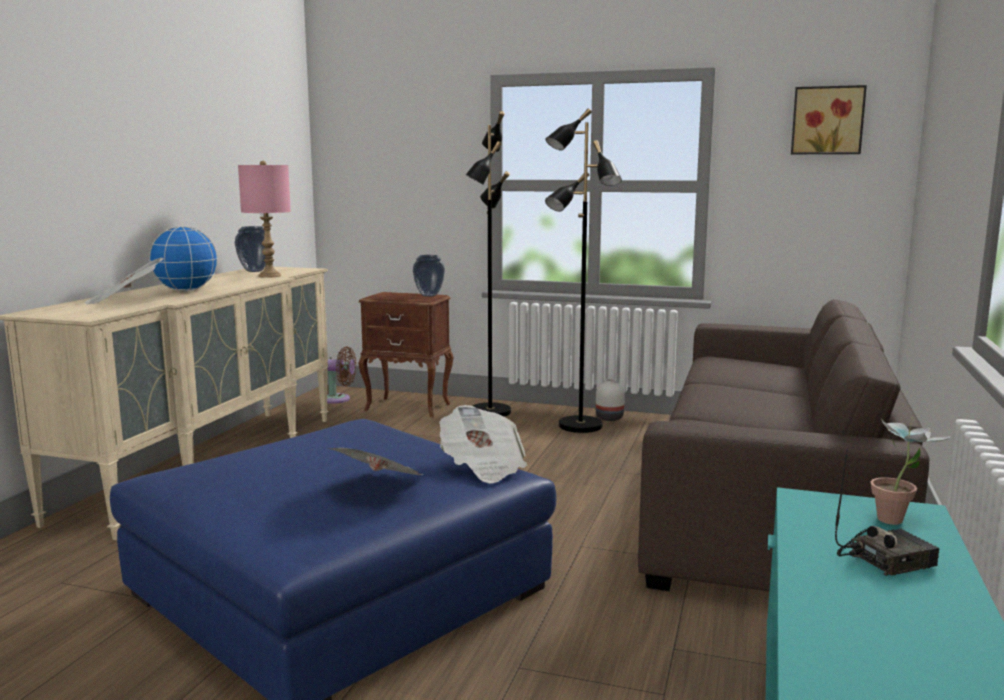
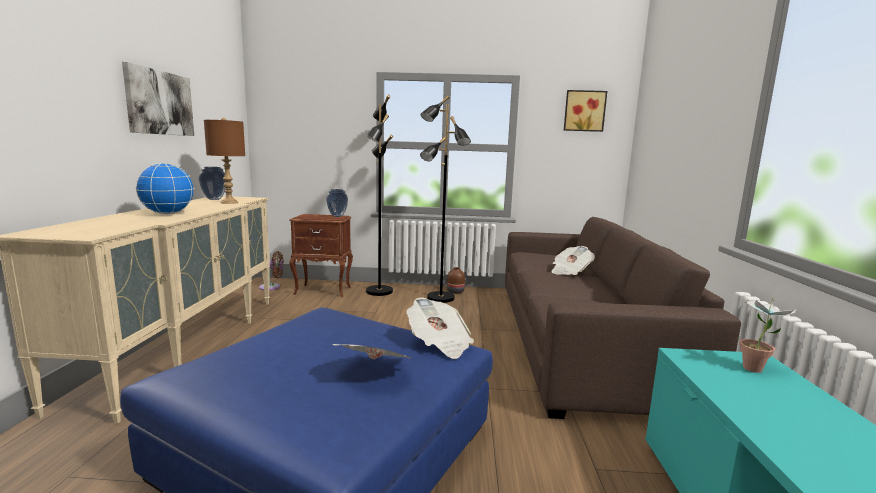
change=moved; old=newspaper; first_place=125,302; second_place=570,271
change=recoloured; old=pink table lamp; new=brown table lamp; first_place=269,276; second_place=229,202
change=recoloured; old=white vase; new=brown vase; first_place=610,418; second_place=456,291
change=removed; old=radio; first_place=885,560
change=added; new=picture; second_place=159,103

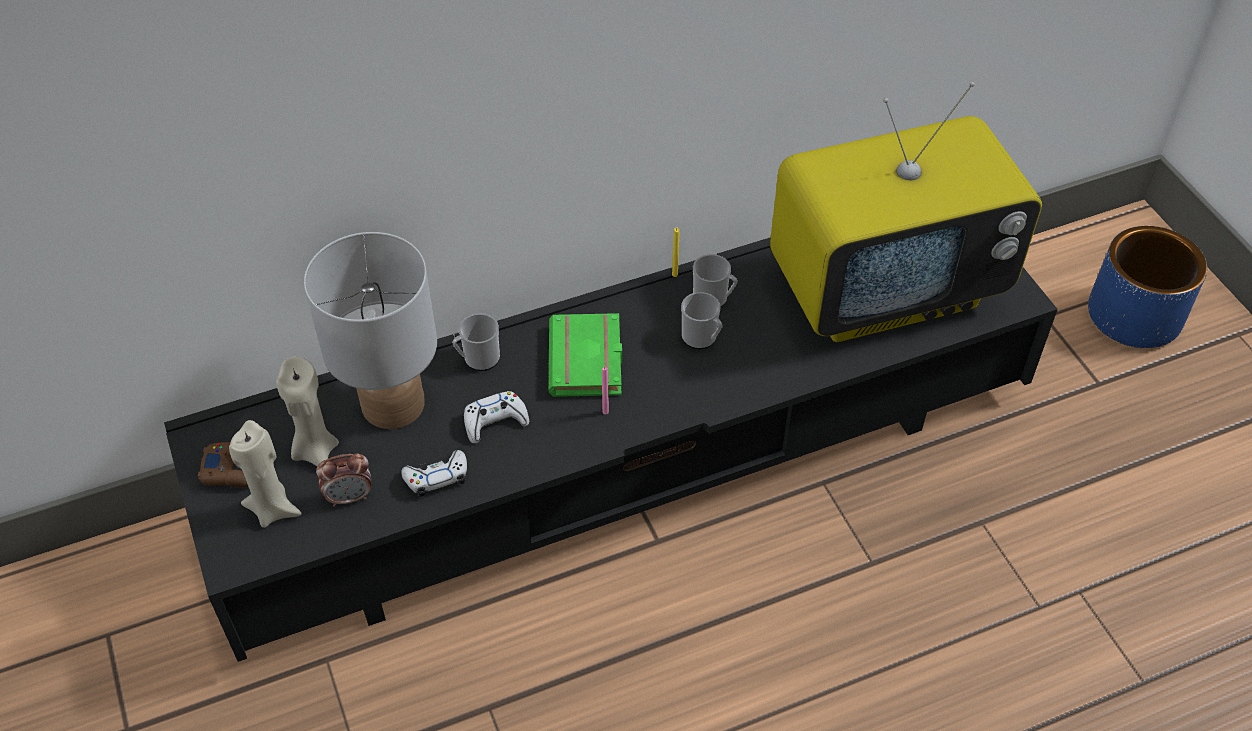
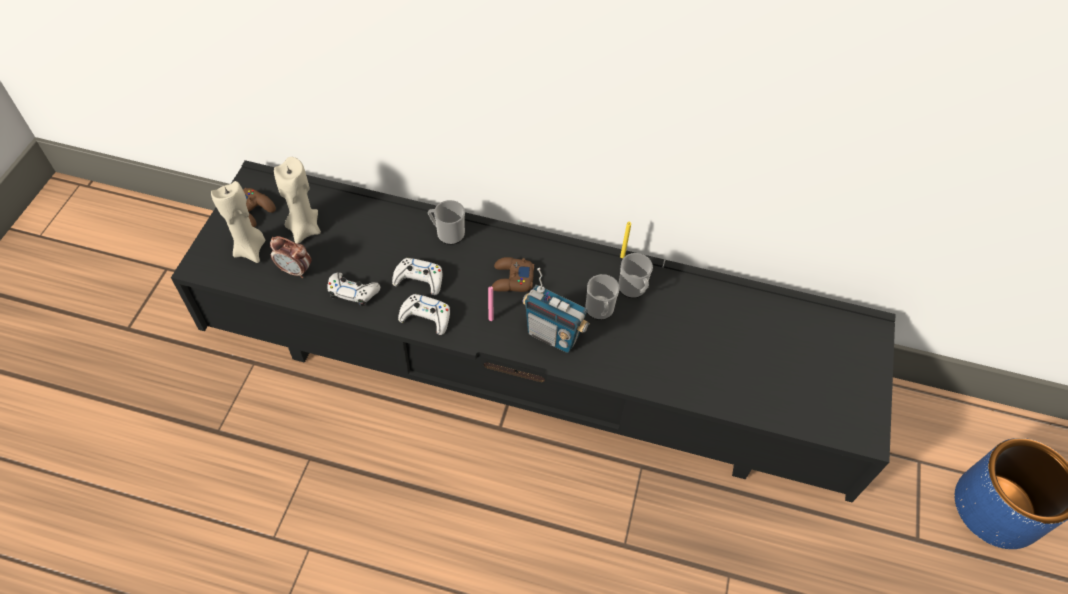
change=removed; old=grey table lamp; first_place=392,405
change=replaced; old=green book; new=brown game controller; first_place=589,362; second_place=512,279
change=removed; old=television; first_place=886,289
change=added; new=white game controller; second_place=426,317
change=added; new=radio; second_place=553,335

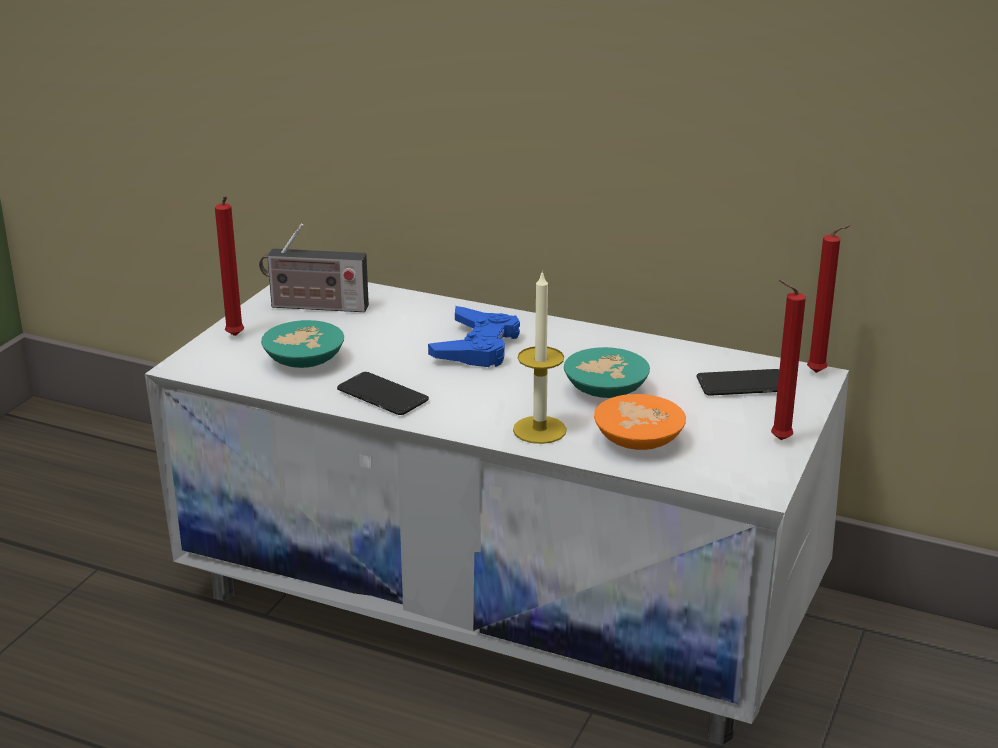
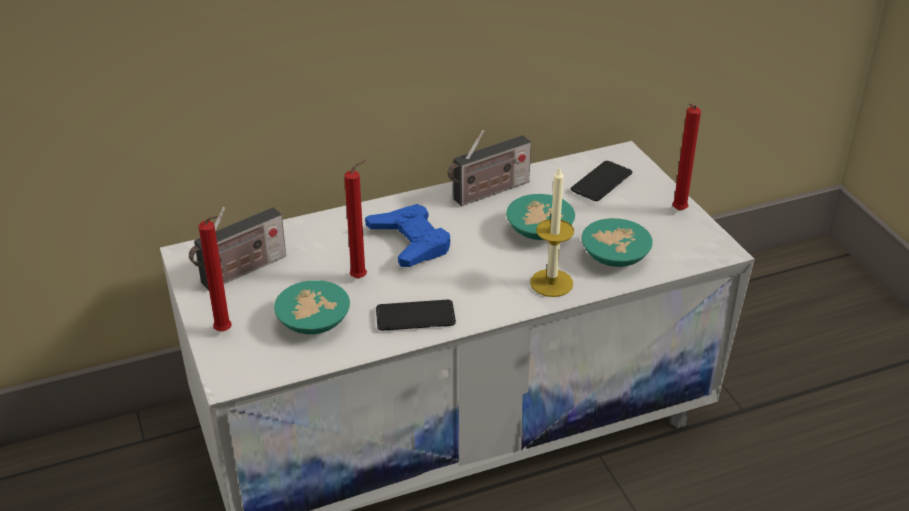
change=recoloured; old=orange bowl; new=turquoise bowl; first_place=636,439; second_place=612,256
change=moved; old=red candle; first_place=819,373; second_place=361,278
change=added; new=radio; second_place=488,192

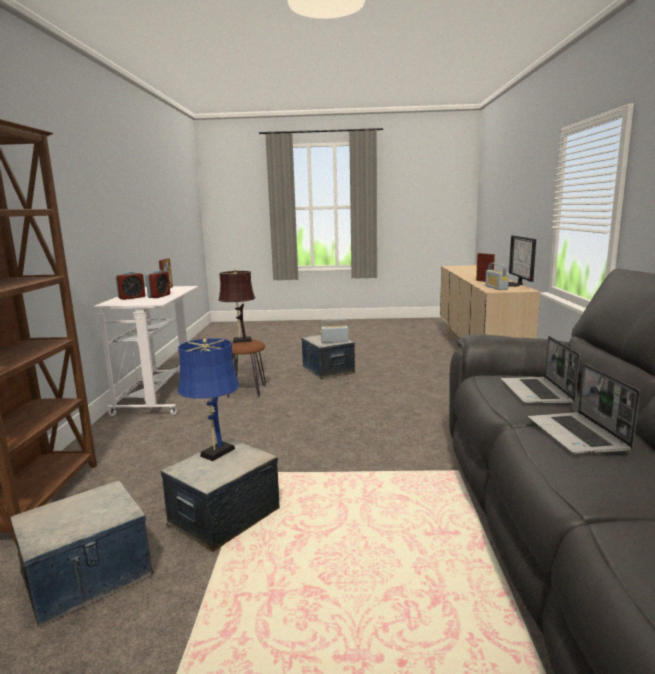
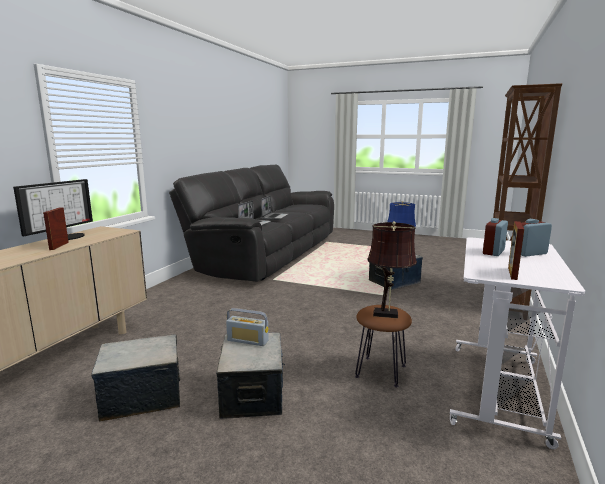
change=moved; old=storage box; first_place=88,577; second_place=142,396
change=removed; old=radio; first_place=496,287

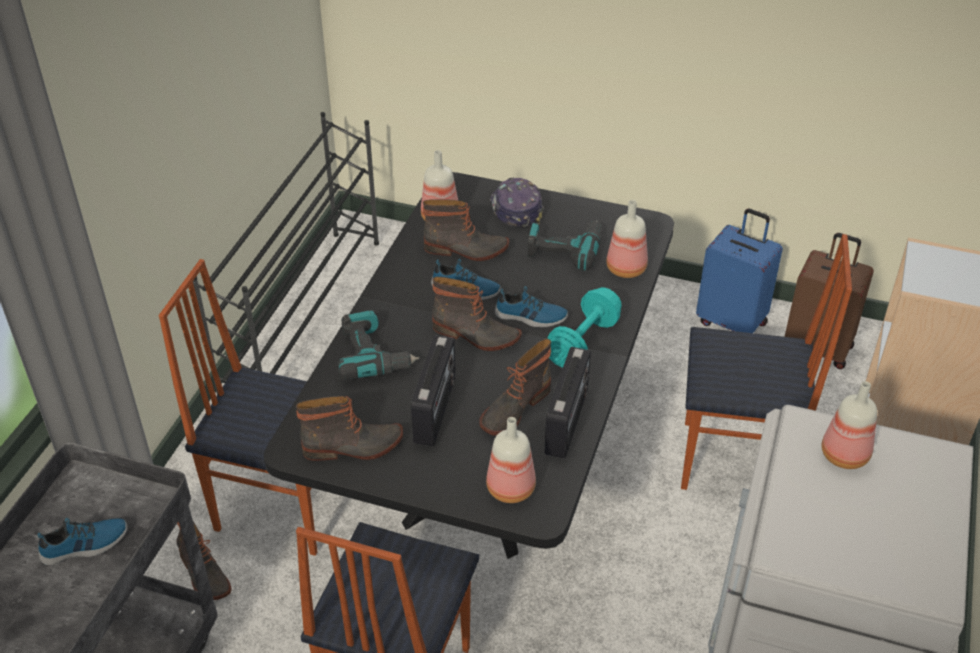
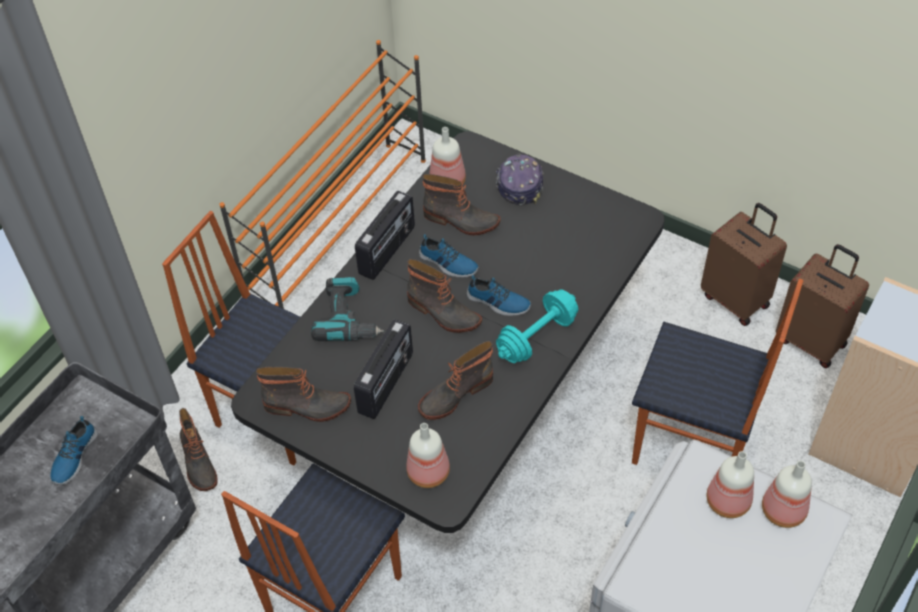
change=turned; old=shoe; first_place=85,545; second_place=73,456; degrees=120
change=recoloured; old=black shoe rack; new=orange shoe rack; first_place=305,317; second_place=340,229
change=removed; old=power drill; first_place=565,249
change=moved; old=radio; first_place=567,422; second_place=388,251
change=moved; old=bottle; first_place=625,268; second_place=783,509
change=recoloured; old=blue suitcase; new=brown suitcase; first_place=732,322; second_place=736,299

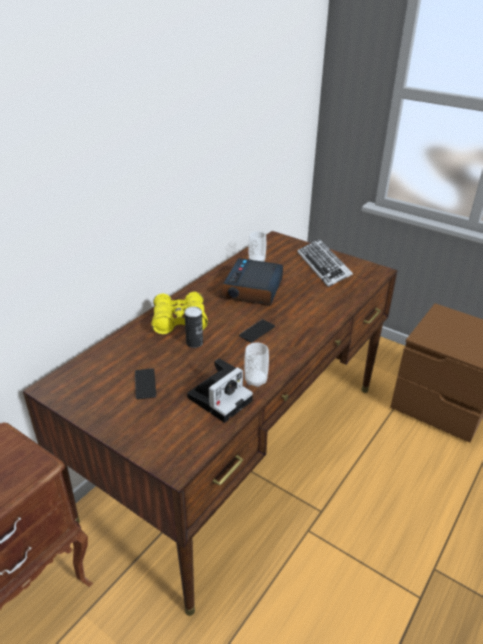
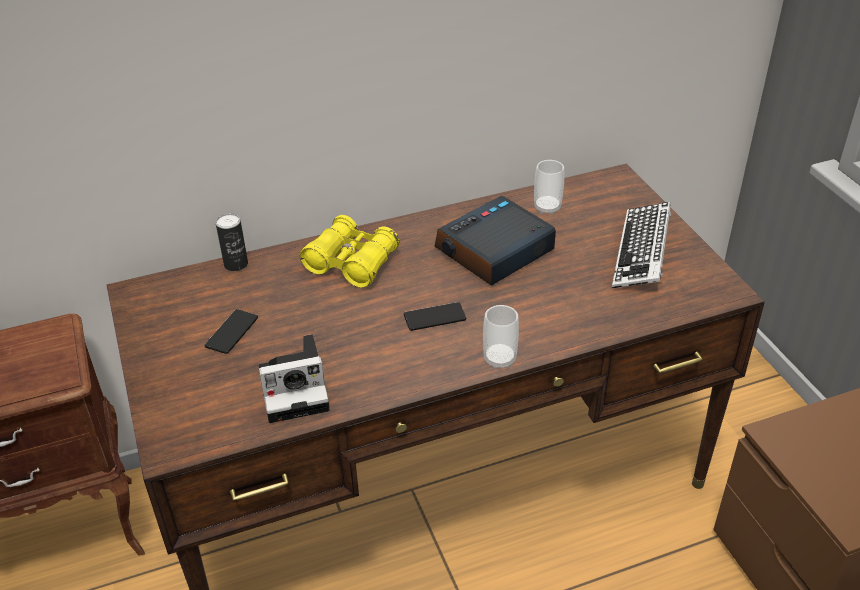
change=moved; old=can; first_place=194,343; second_place=236,264
change=moved; old=cup; first_place=255,380; second_place=499,359

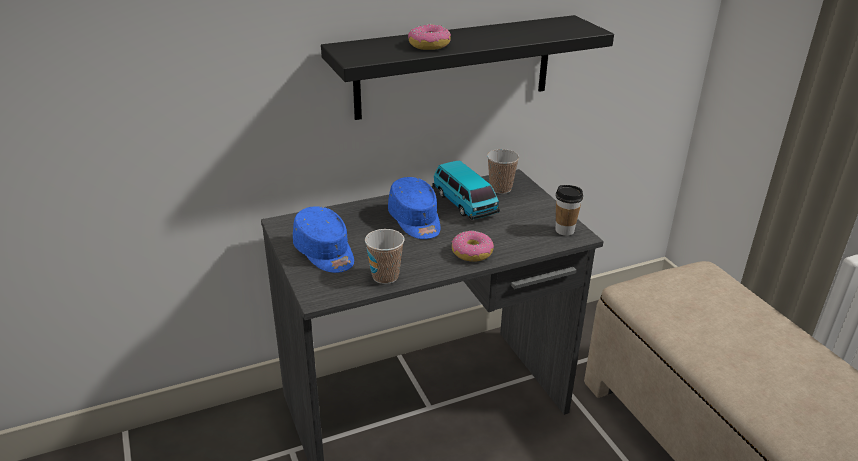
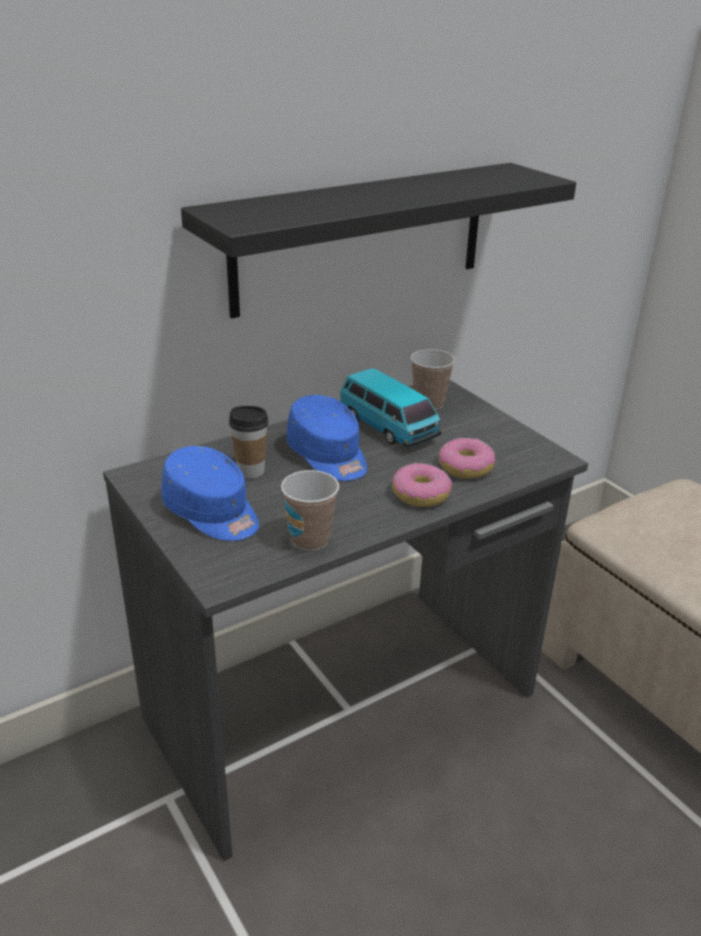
change=moved; old=donut; first_place=429,45; second_place=465,467
change=moved; old=cup; first_place=564,230; second_place=251,471

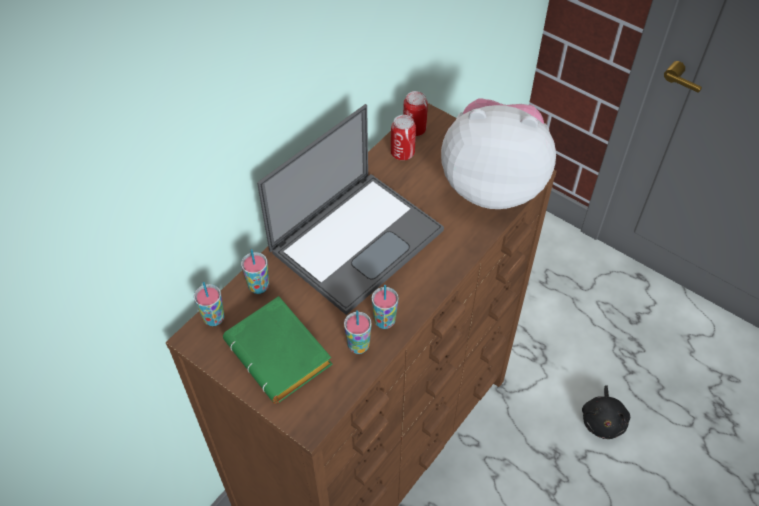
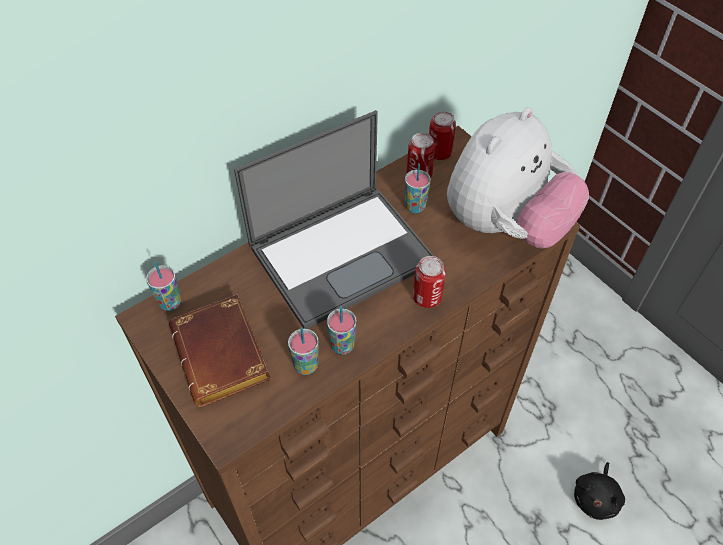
change=recoloured; old=green book; new=brown book; first_place=282,355; second_place=225,356
change=moved; old=cup; first_place=259,286; second_place=415,207
change=turned; old=plush toy; first_place=493,184; second_place=505,225; degrees=105
change=added; new=can; second_place=427,297

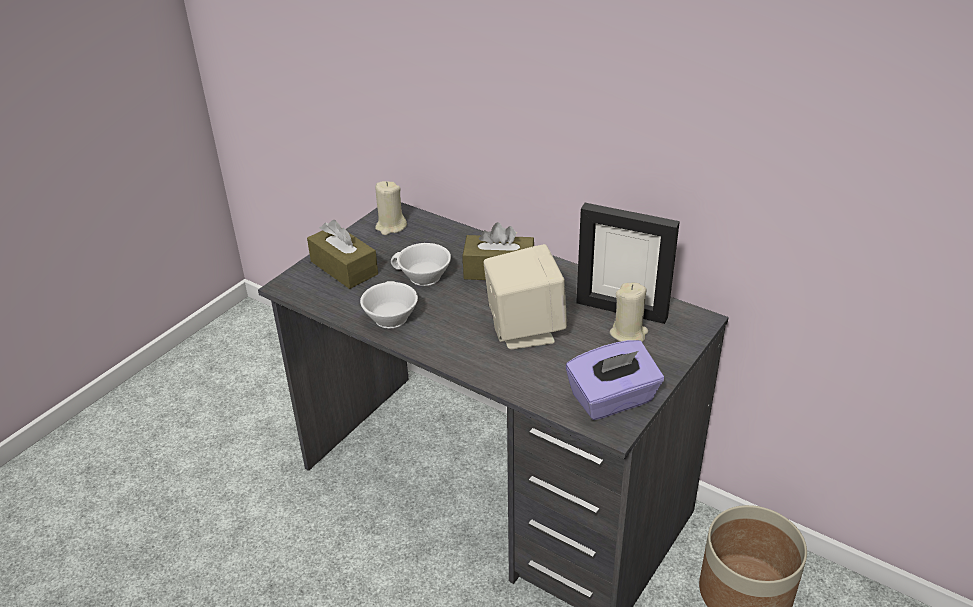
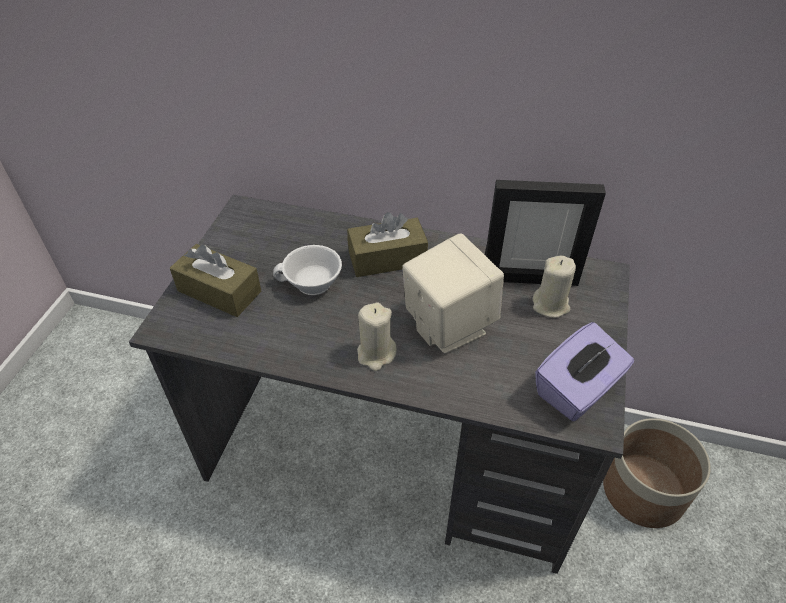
change=removed; old=white cup; first_place=388,317
change=moved; old=beige candle; first_place=390,227; second_place=376,354

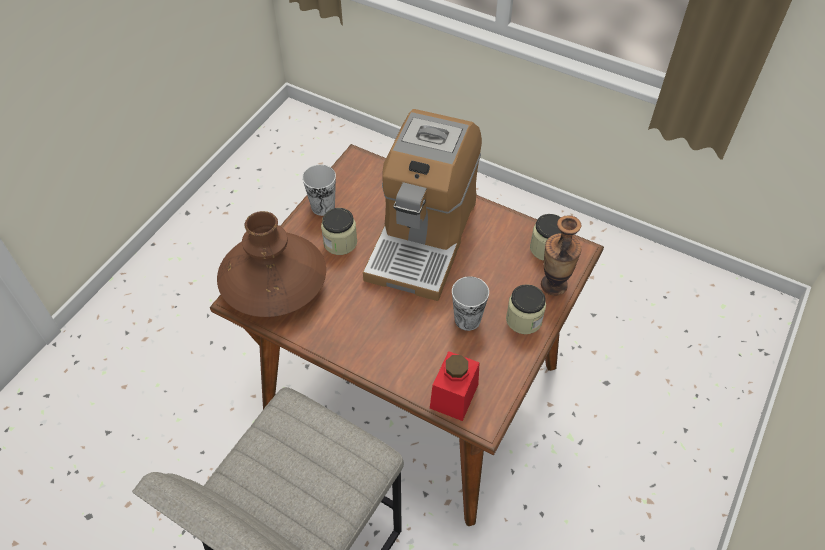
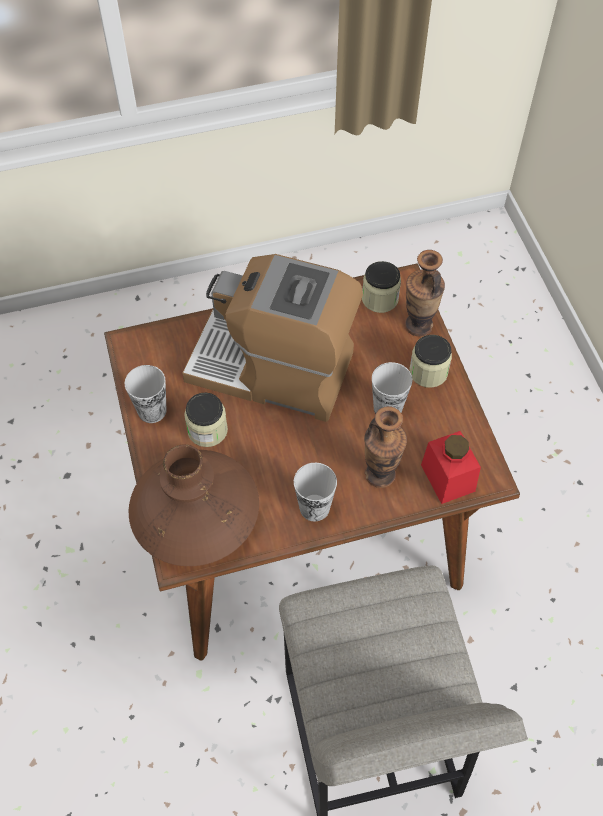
change=turned; old=coffee machine; first_place=422,238; second_place=273,369; degrees=135
change=added; new=cup; second_place=314,507
change=added; new=vase; second_place=380,474

